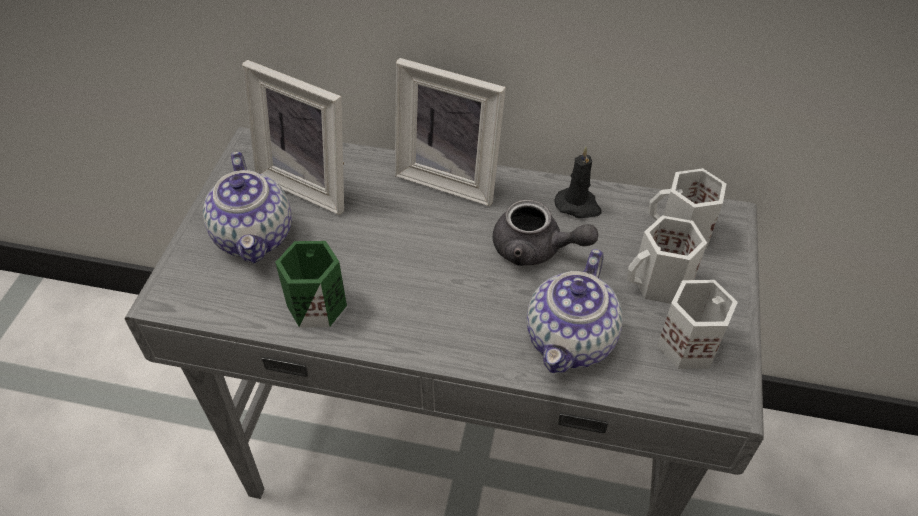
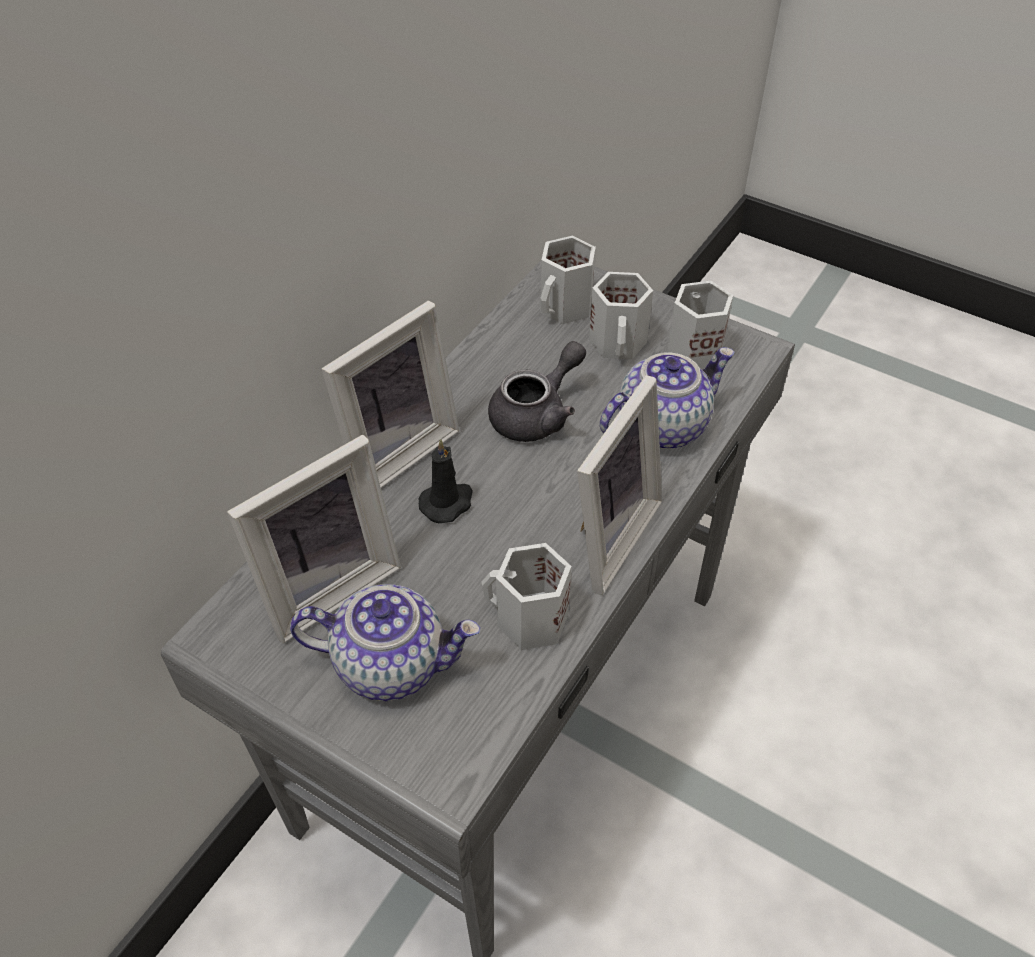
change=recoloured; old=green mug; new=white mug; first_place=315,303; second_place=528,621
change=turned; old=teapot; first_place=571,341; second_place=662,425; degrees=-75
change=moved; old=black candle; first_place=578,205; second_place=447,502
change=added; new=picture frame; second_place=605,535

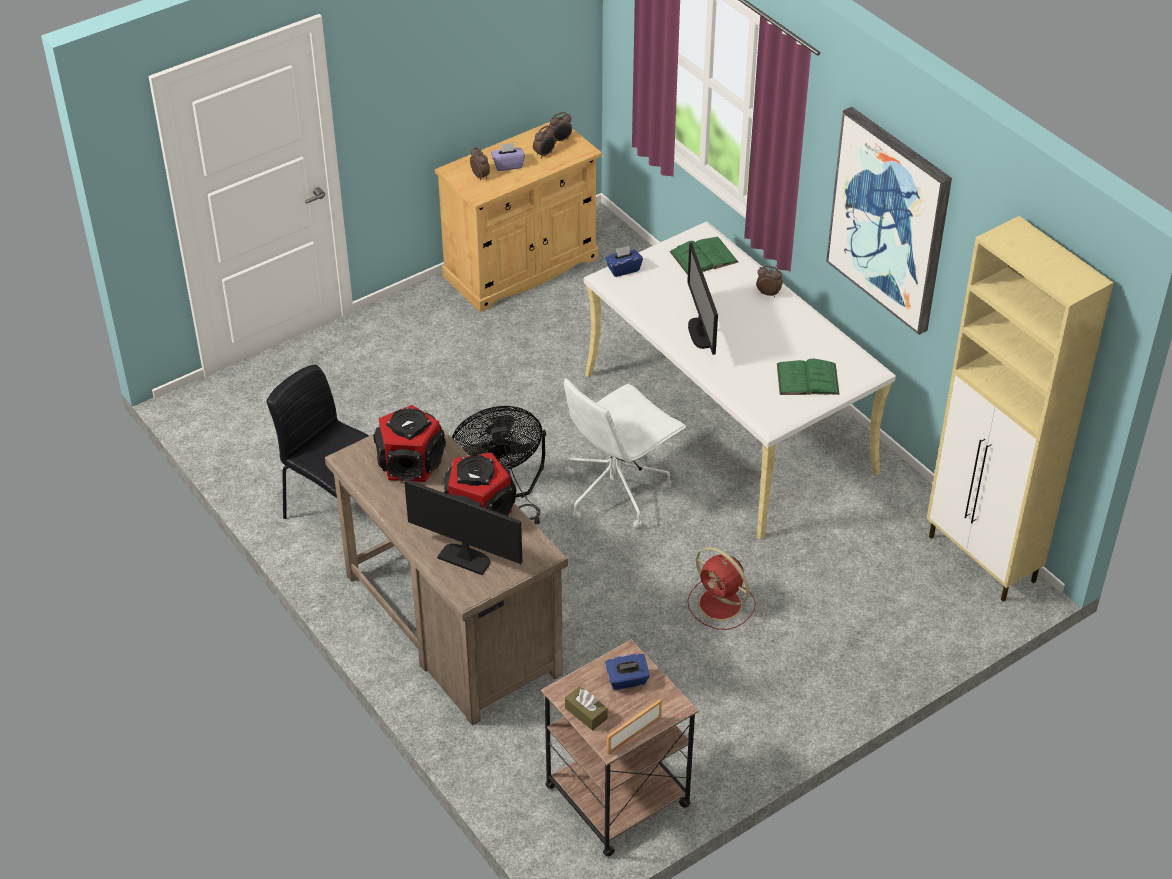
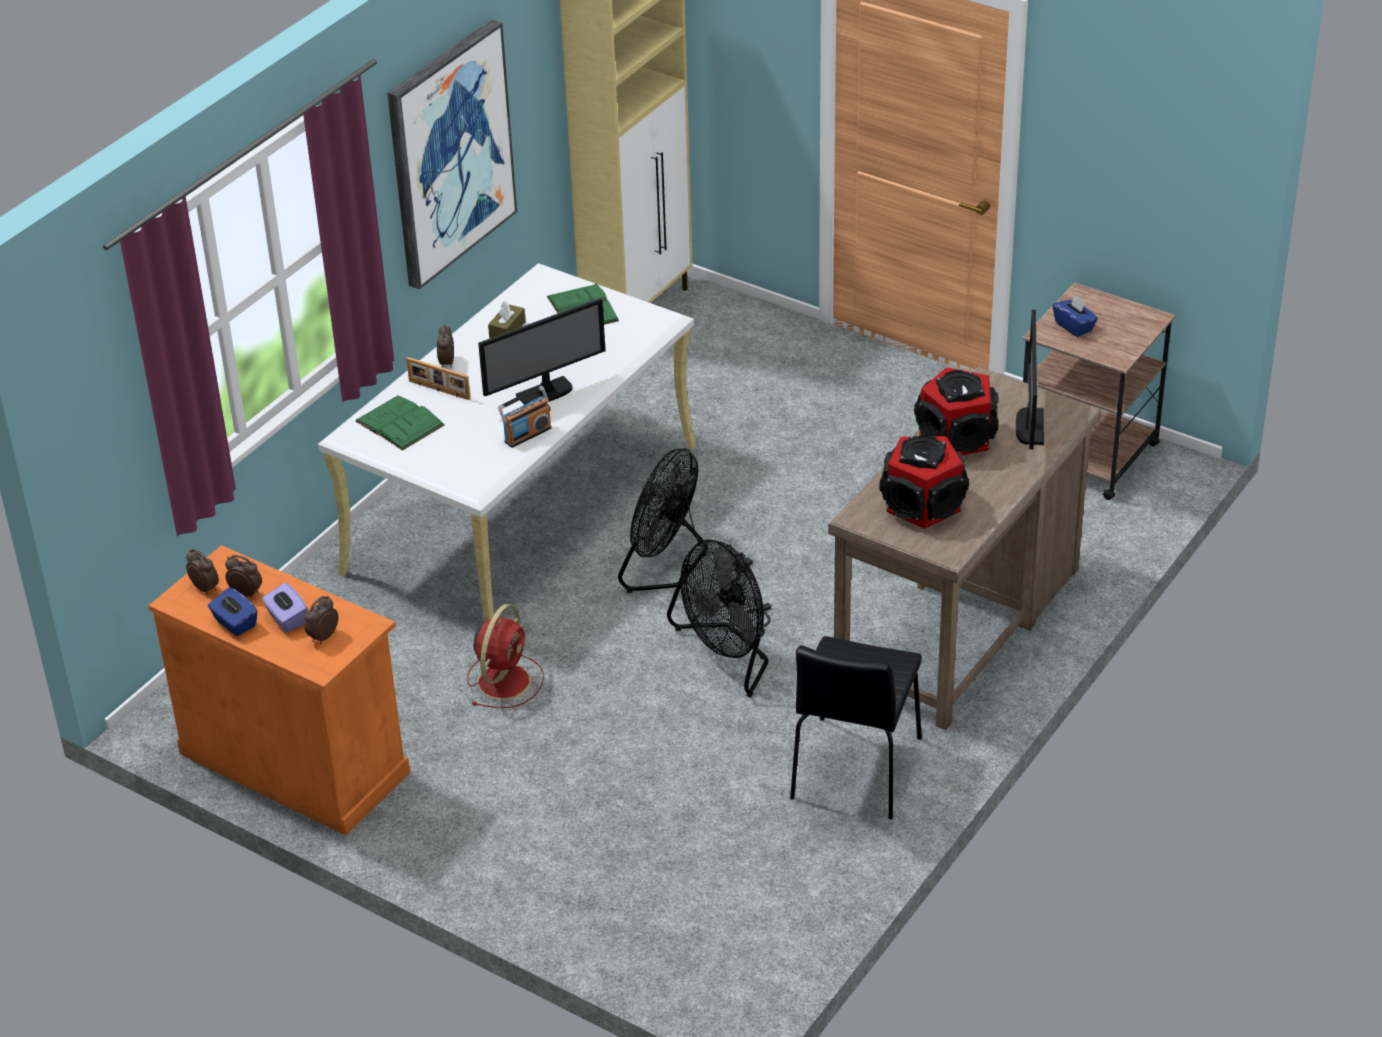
change=recoloured; old=beige cabinet; new=orange cabinet; first_place=521,267; second_place=295,762
change=replaced; old=white office chair; new=black fan; first_place=618,490; second_place=680,561
change=moved; old=brown tissue box; first_place=586,713; second_place=507,330
change=moved; old=blue tissue box; first_place=623,269; second_place=234,623
change=moved; old=picture frame; first_place=633,734; second_place=439,390
change=moved; old=red fan; first_place=721,605; second_place=505,680
change=added; new=radio; second_place=527,434

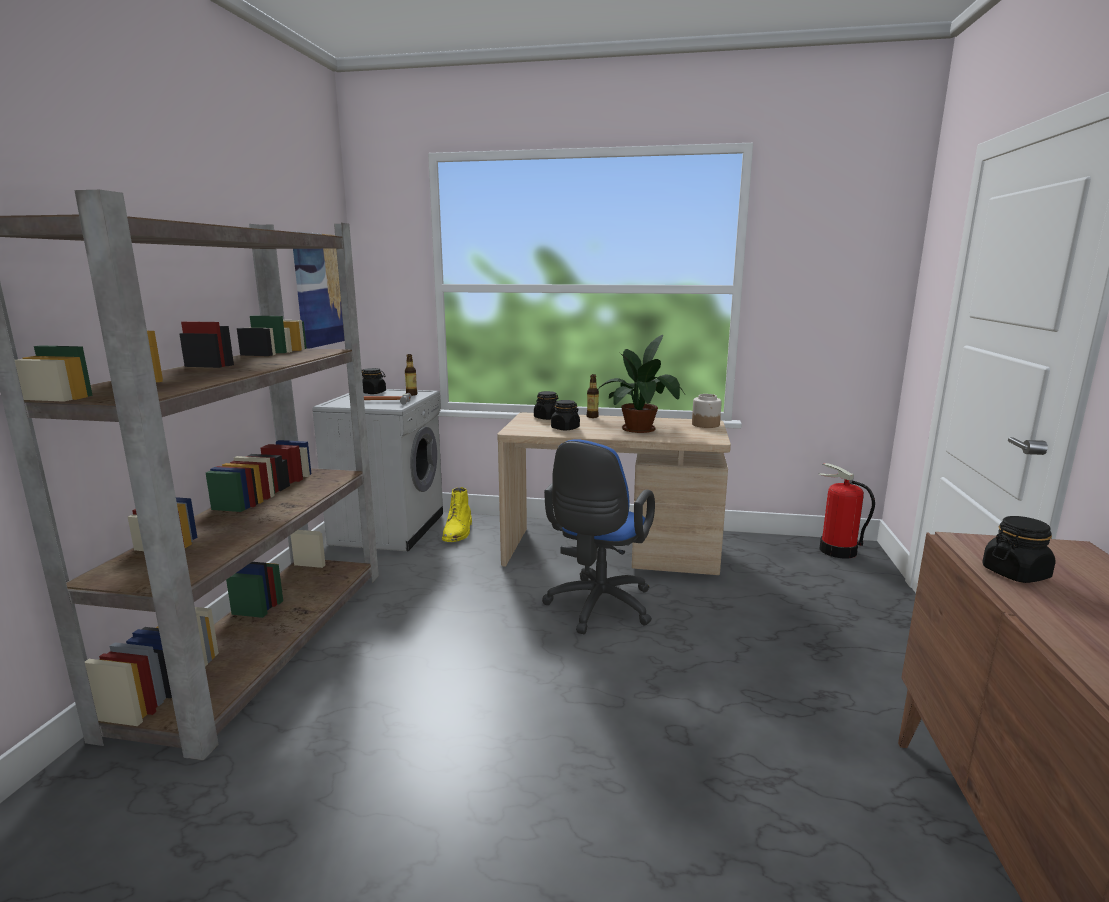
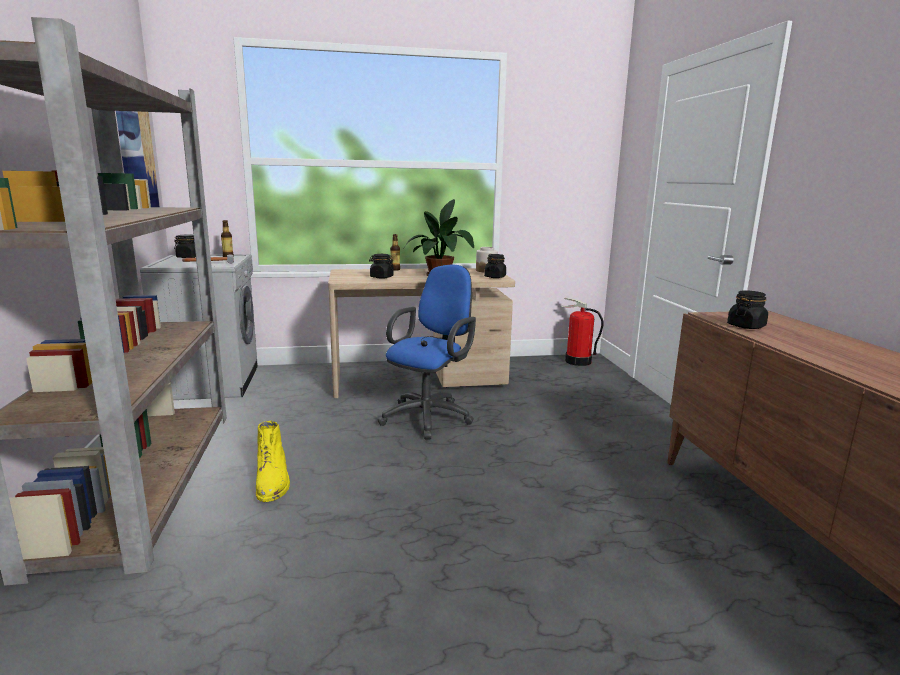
change=moved; old=yellow boot; first_place=458,532; second_place=273,482
change=moved; old=black jar; first_place=547,418; second_place=495,277
change=turned; old=blue office chair; first_place=597,608; second_place=429,416; degrees=-150

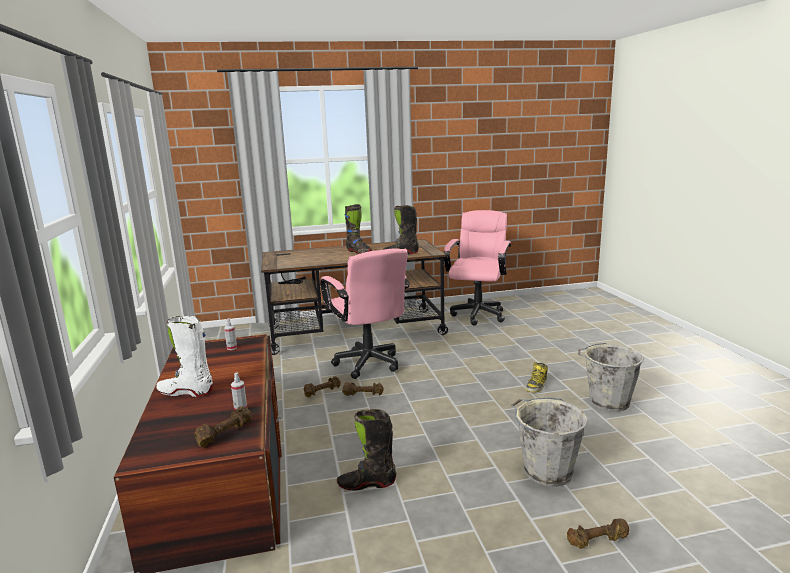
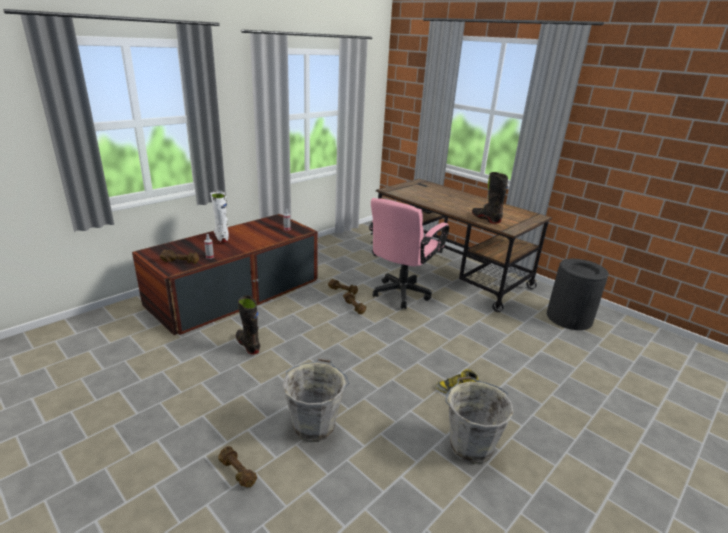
change=removed; old=black boot; first_place=358,252
change=replaced; old=pink office chair; new=black trash can; first_place=478,314; second_place=569,318

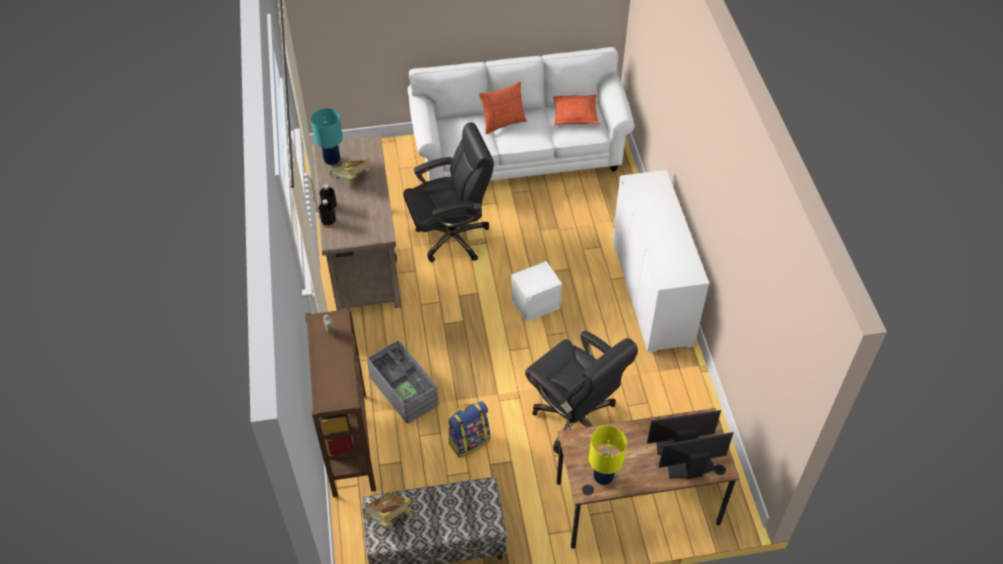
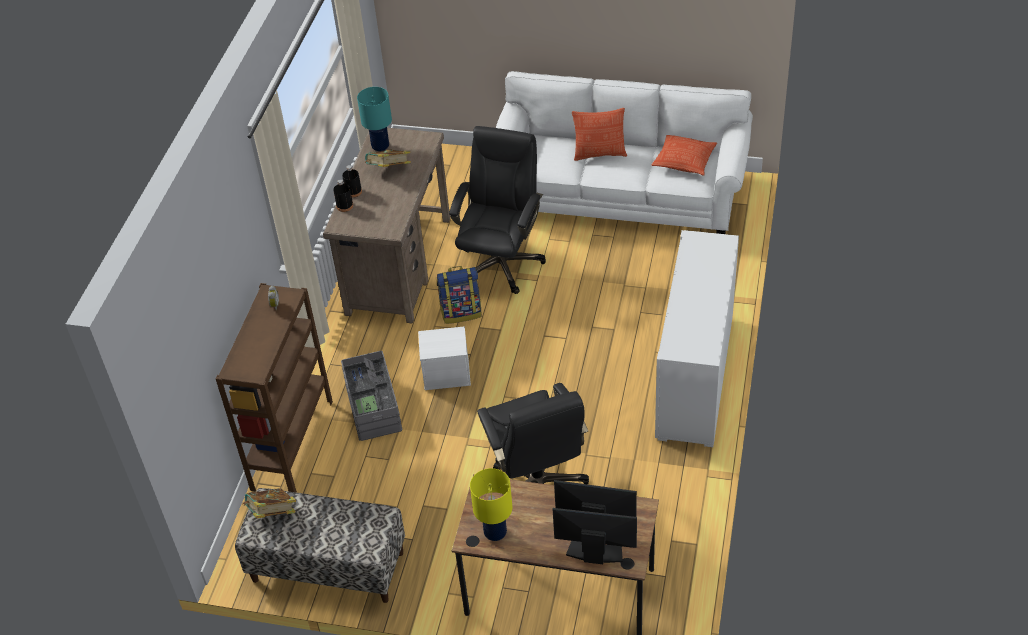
change=turned; old=black office chair; first_place=451,238; second_place=501,266; degrees=-75
change=moved; old=backpack; first_place=469,441; second_place=461,312
change=moved; old=white storage box; first_place=535,303; second_place=447,373

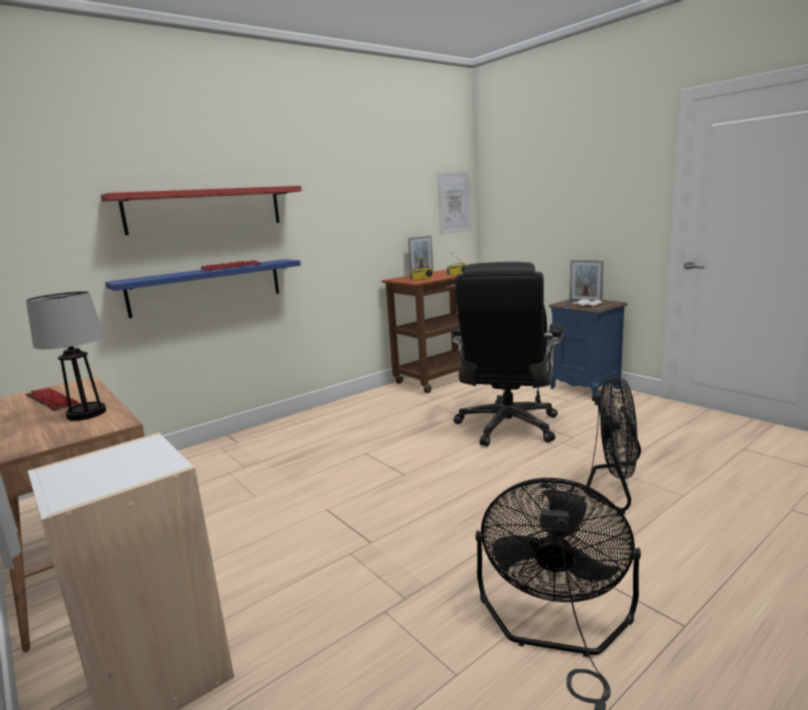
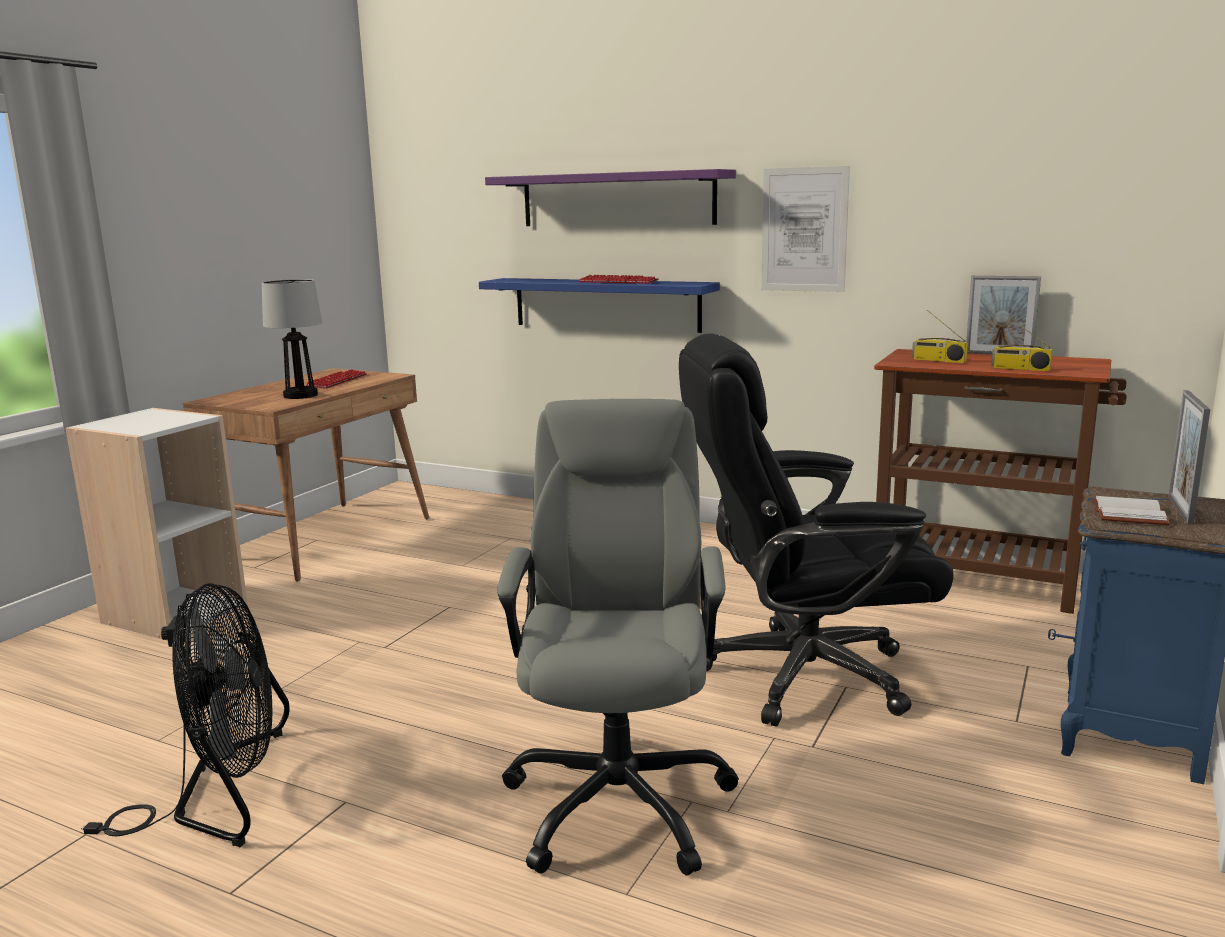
change=recoloured; old=red shelf; new=purple shelf; first_place=205,209; second_place=616,199
change=moved; old=picture; first_place=454,202; second_place=804,230
change=replaced; old=black fan; new=grey office chair; first_place=604,486; second_place=618,798

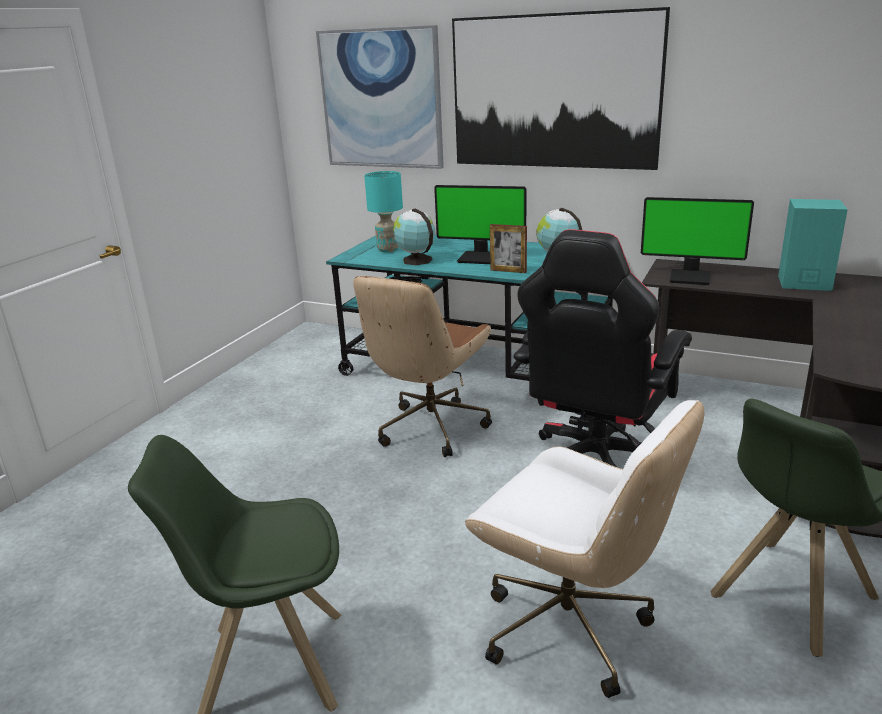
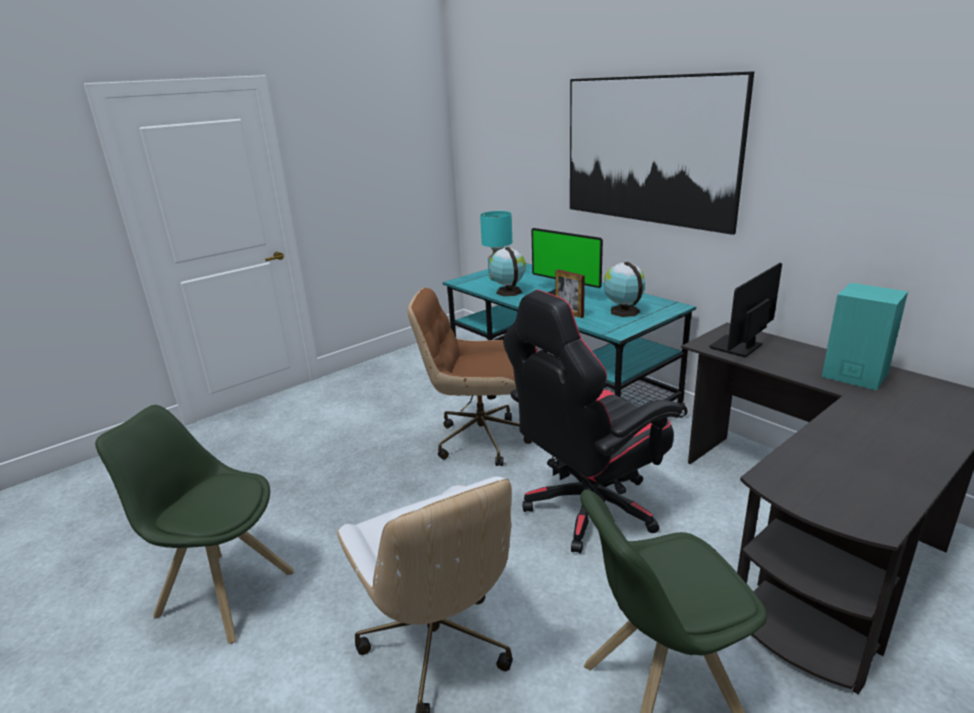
change=removed; old=picture; first_place=381,99
change=turned; old=brown office chair; first_place=430,431; second_place=478,440; degrees=45
change=turned; old=monitor; first_place=691,277; second_place=737,347; degrees=90

